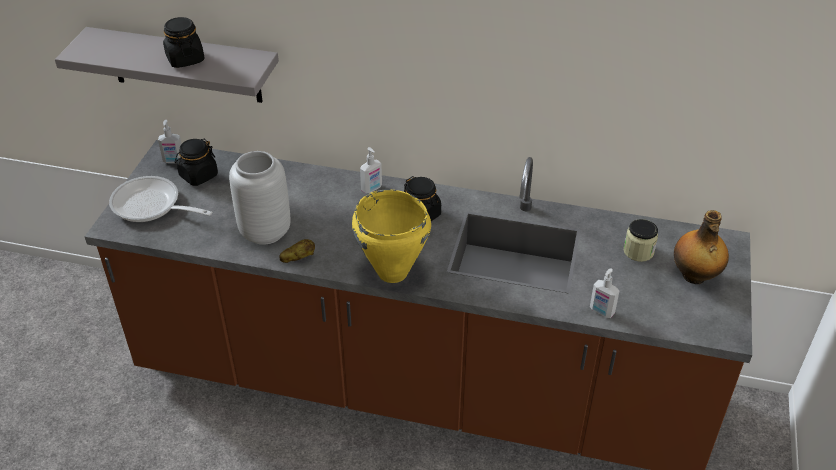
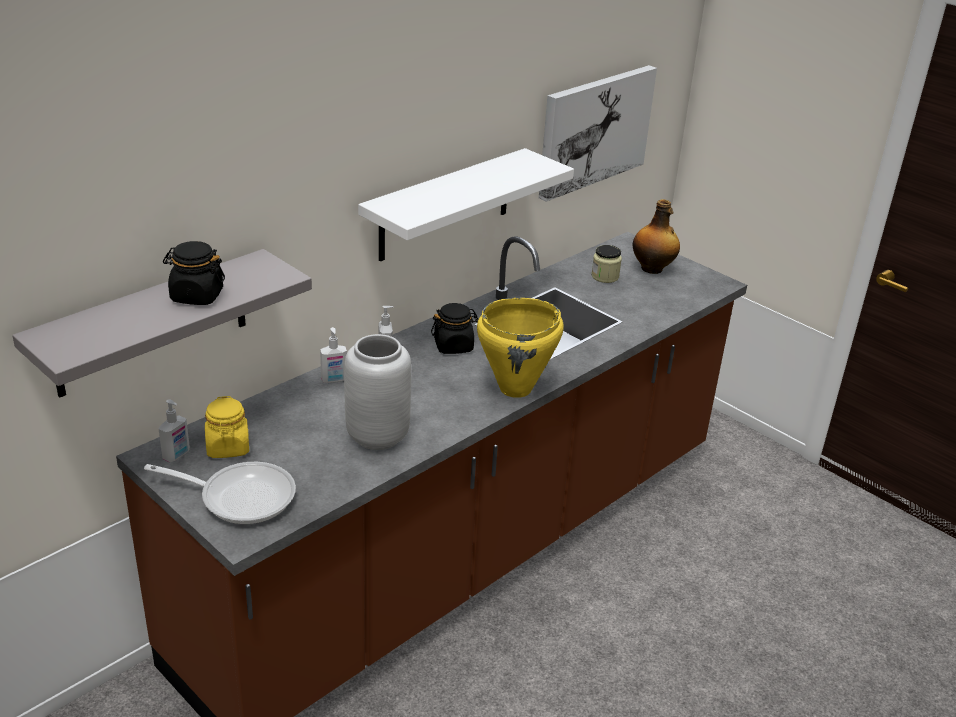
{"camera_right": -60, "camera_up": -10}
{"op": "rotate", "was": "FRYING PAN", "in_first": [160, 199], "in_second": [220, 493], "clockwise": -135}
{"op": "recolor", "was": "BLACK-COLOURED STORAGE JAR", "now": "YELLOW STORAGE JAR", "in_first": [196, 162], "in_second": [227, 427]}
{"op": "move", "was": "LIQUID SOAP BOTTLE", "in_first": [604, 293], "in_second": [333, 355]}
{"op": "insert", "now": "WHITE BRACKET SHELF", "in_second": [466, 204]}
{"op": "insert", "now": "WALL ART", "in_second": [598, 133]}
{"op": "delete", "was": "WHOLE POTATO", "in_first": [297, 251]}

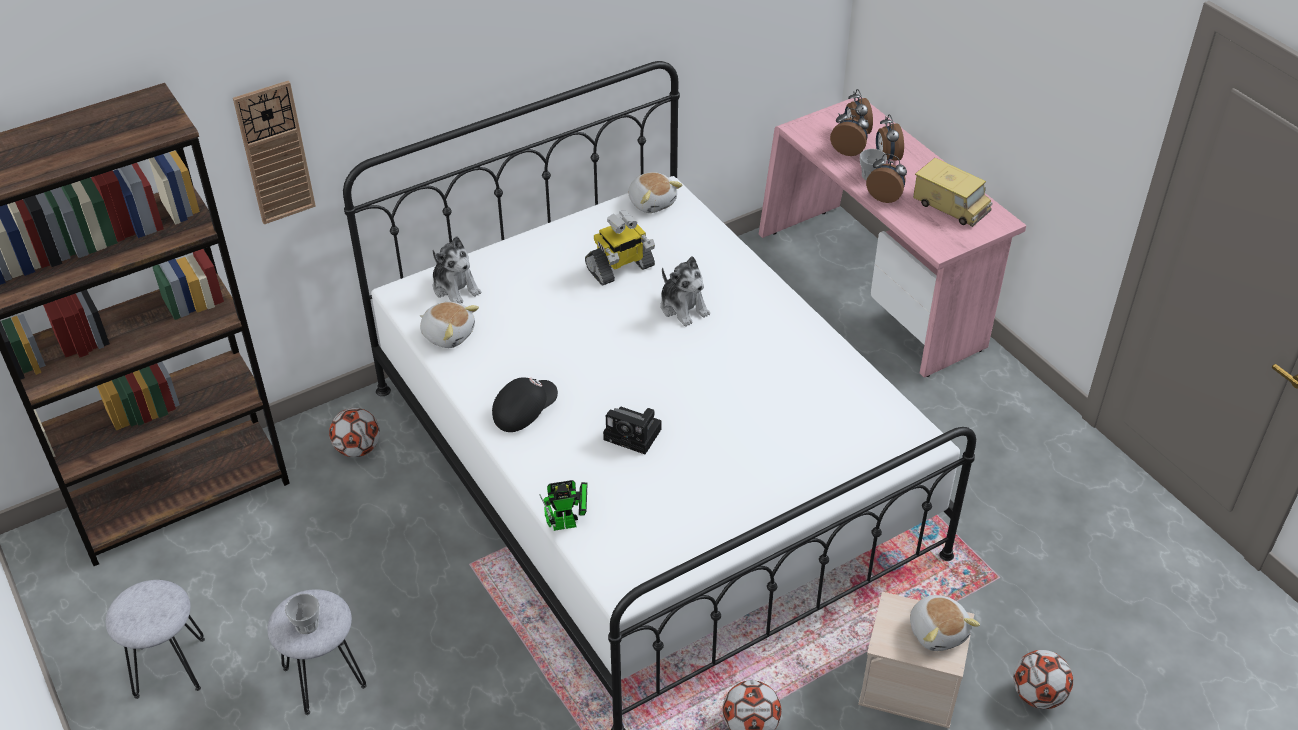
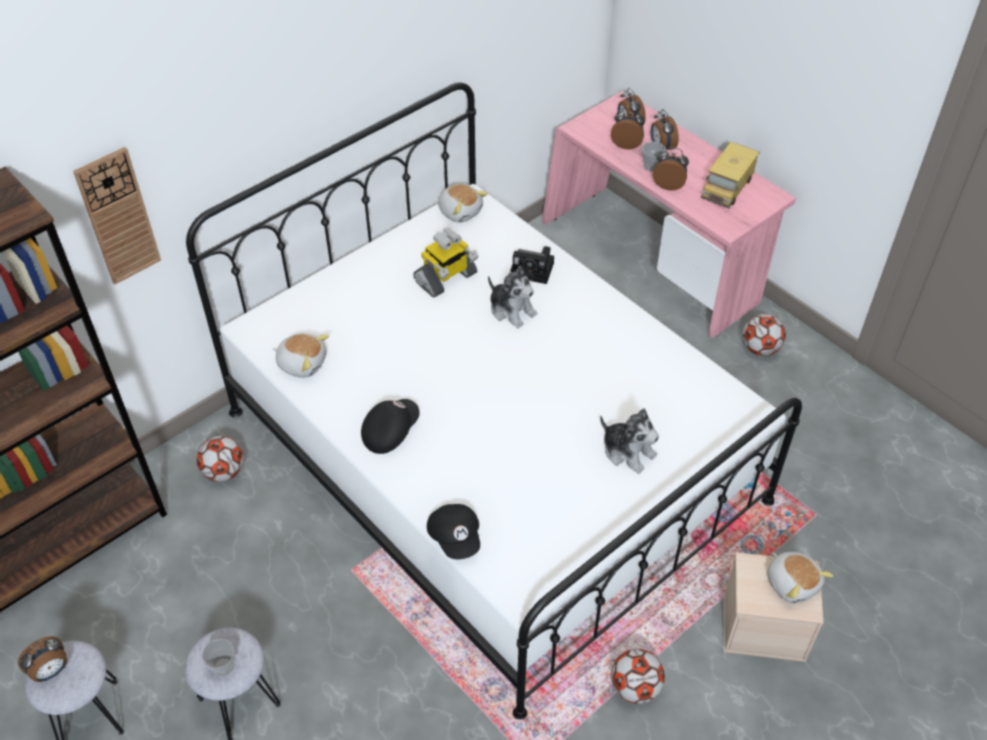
{"camera_right": -10, "camera_up": 5}
{"op": "insert", "now": "ALARM CLOCK", "in_second": [42, 659]}
{"op": "replace", "was": "ROBOT FIGURE", "now": "BLACK-COLOURED PEAKED CAP", "in_first": [564, 505], "in_second": [453, 531]}
{"op": "move", "was": "PHOTO CAMERA", "in_first": [632, 430], "in_second": [532, 265]}
{"op": "move", "was": "CUDDLY TOY", "in_first": [457, 270], "in_second": [629, 441]}
{"op": "rotate", "was": "MODEL TRUCK", "in_first": [952, 192], "in_second": [730, 175], "clockwise": 90}
{"op": "move", "was": "BALL FOR FOOTBALL", "in_first": [1043, 679], "in_second": [764, 335]}

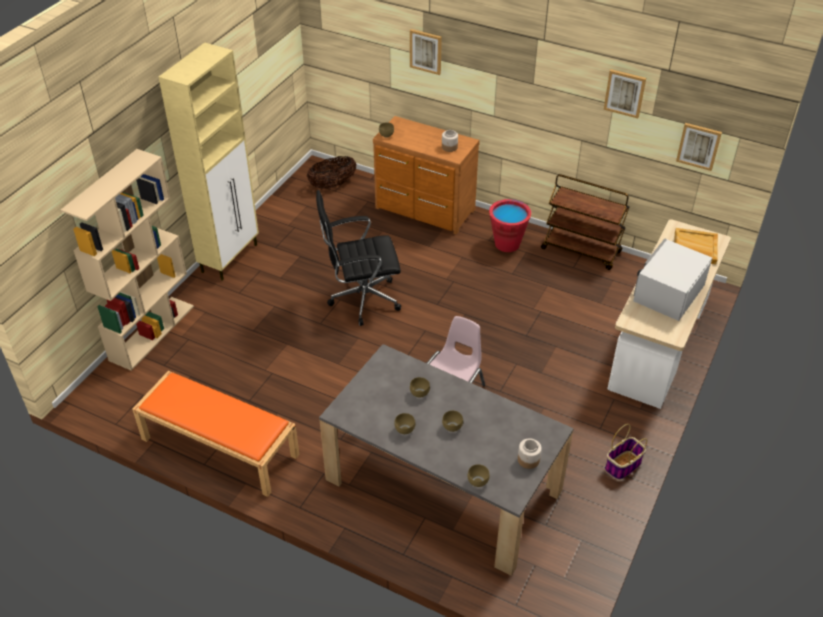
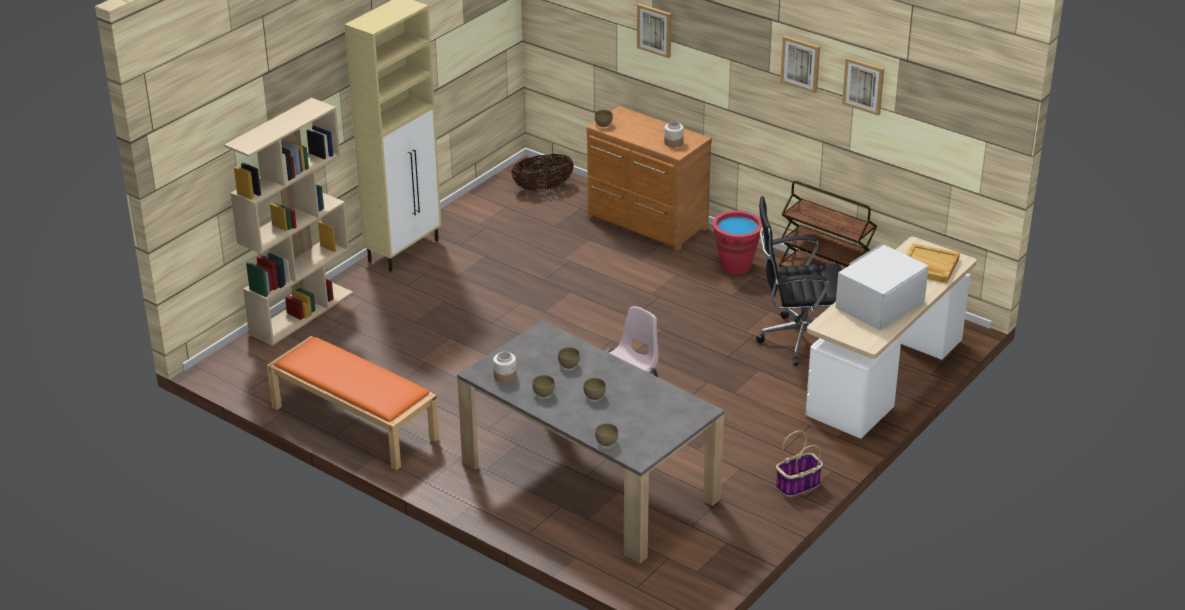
{"camera_right": 10, "camera_up": -10}
{"op": "move", "was": "STORAGE JAR", "in_first": [530, 453], "in_second": [505, 367]}
{"op": "move", "was": "BLACK-COLOURED DESK CHAIR", "in_first": [358, 258], "in_second": [799, 281]}
{"op": "move", "was": "WALL ART", "in_first": [699, 147], "in_second": [800, 64]}

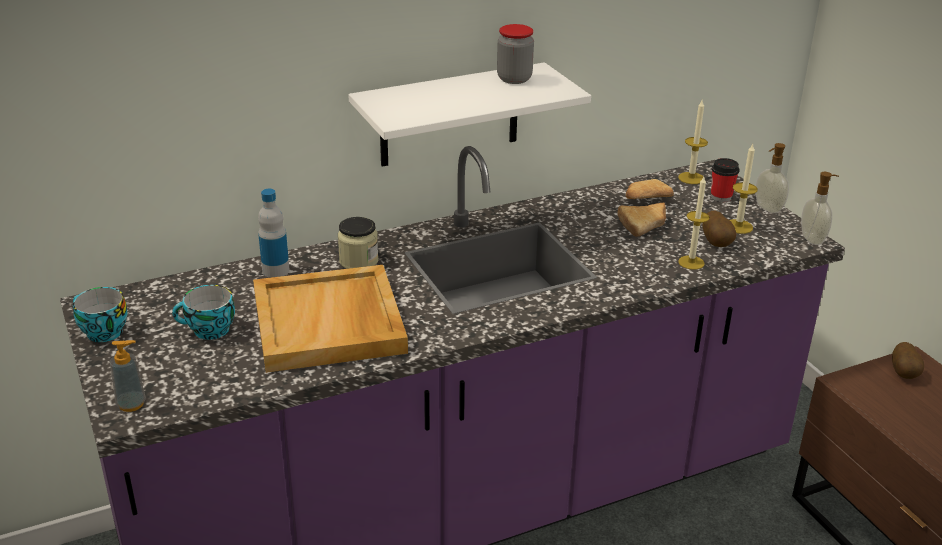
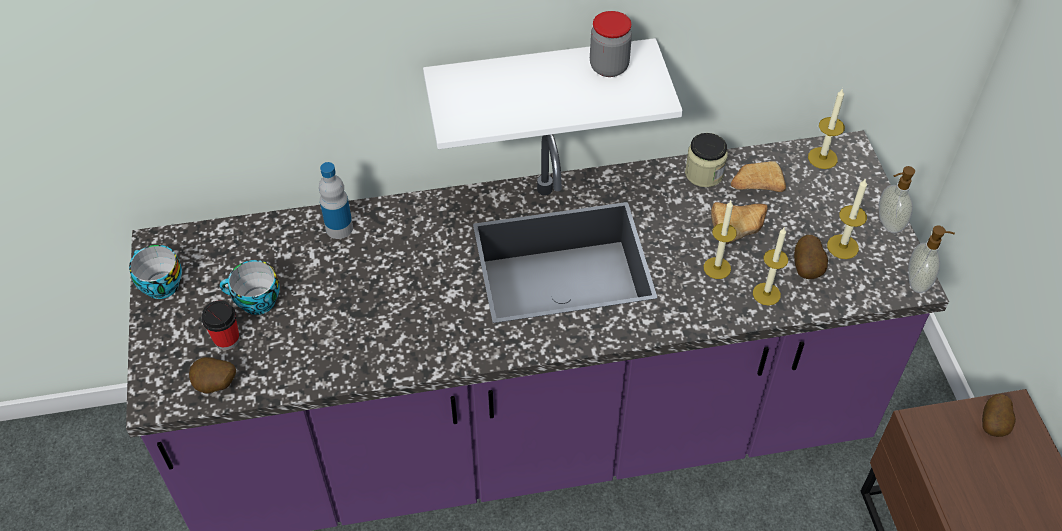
{"camera_right": 15, "camera_up": 20}
{"op": "insert", "now": "WHOLE POTATO", "in_second": [212, 375]}
{"op": "move", "was": "SMALL CUP", "in_first": [725, 180], "in_second": [221, 325]}
{"op": "move", "was": "STORAGE JAR", "in_first": [358, 243], "in_second": [706, 160]}
{"op": "insert", "now": "CANDLE", "in_second": [720, 240]}
{"op": "delete", "was": "LIQUID SOAP BOTTLE", "in_first": [128, 376]}
{"op": "delete", "was": "BEIGE CARRYING TRAY", "in_first": [330, 319]}

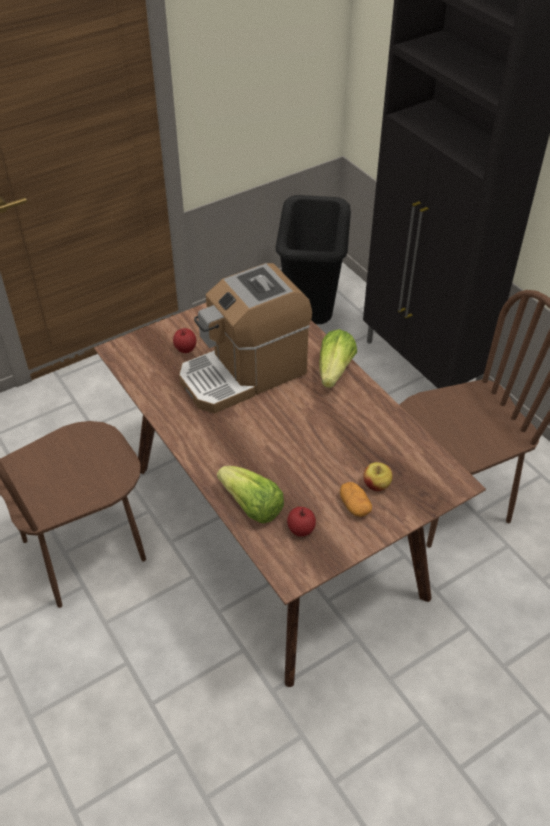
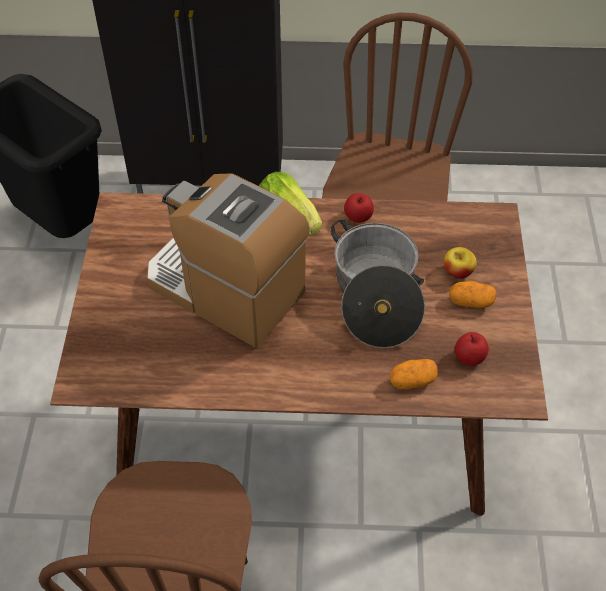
{"camera_right": -55, "camera_up": 5}
{"op": "rotate", "was": "COFFEE MACHINE", "in_first": [245, 338], "in_second": [228, 260], "clockwise": 120}
{"op": "insert", "now": "STOCKPOT", "in_second": [378, 283]}
{"op": "move", "was": "APPLE FRUIT", "in_first": [184, 340], "in_second": [359, 208]}
{"op": "replace", "was": "HEAD OF LETTUCE", "now": "WHOLE POTATO", "in_first": [250, 494], "in_second": [413, 374]}

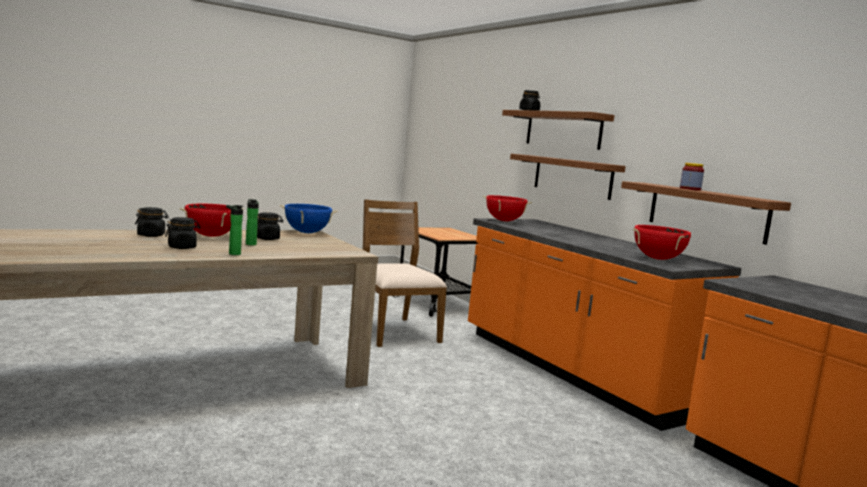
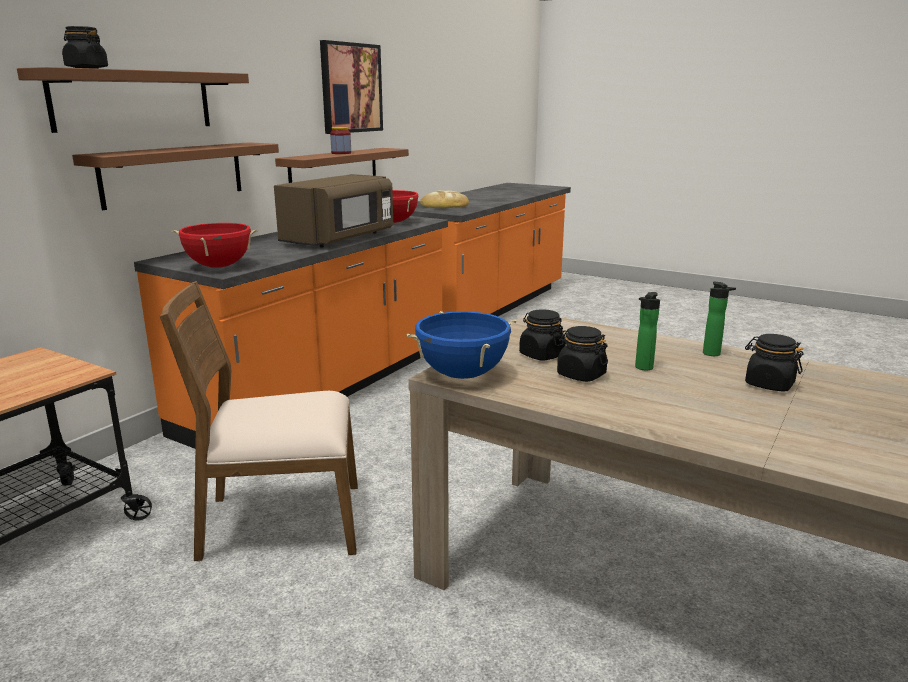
{"camera_right": -115, "camera_up": 10}
{"op": "rotate", "was": "BROWNISH CHAIR", "in_first": [405, 273], "in_second": [259, 421], "clockwise": 45}
{"op": "insert", "now": "BROWNISH KITCHEN MICROWAVE", "in_second": [333, 210]}
{"op": "insert", "now": "WALL ART", "in_second": [351, 87]}
{"op": "insert", "now": "BAKERY BREAD", "in_second": [444, 199]}
{"op": "move", "was": "BLACK-COLOURED STORAGE JAR", "in_first": [152, 222], "in_second": [542, 335]}
{"op": "delete", "was": "RED-COLOURED STOCKPOT", "in_first": [211, 220]}

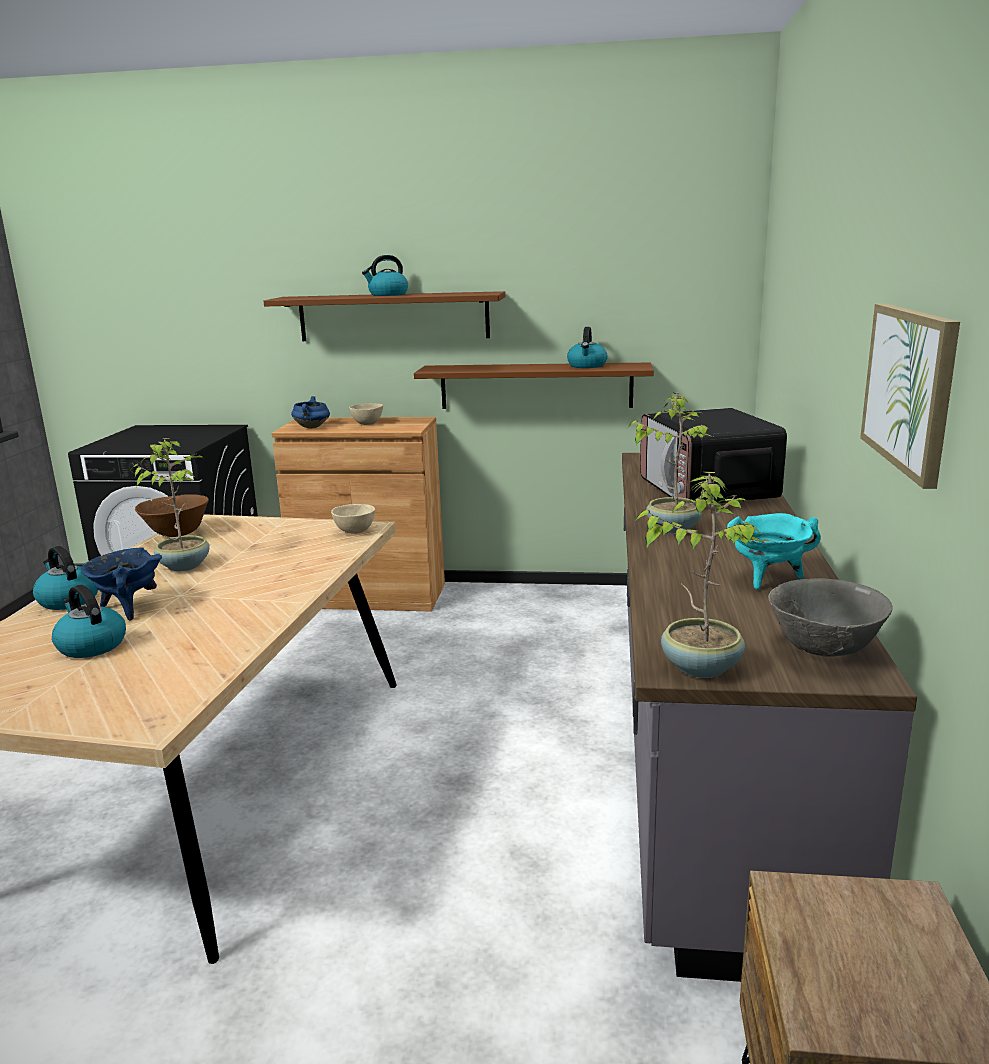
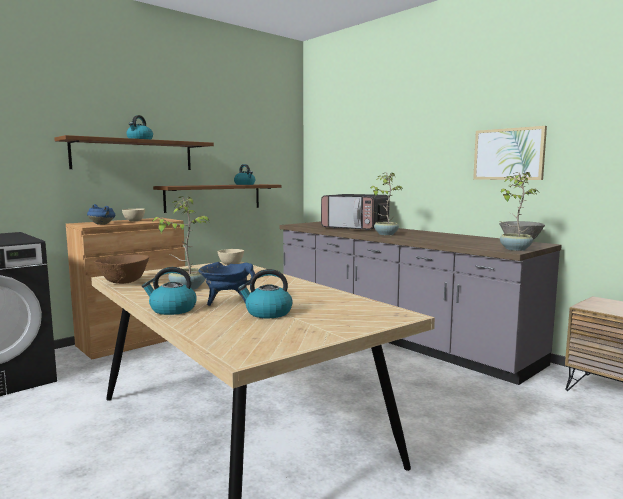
{"camera_right": -50, "camera_up": -10}
{"op": "delete", "was": "TURQUOISE-COLOURED STOCKPOT", "in_first": [774, 551]}

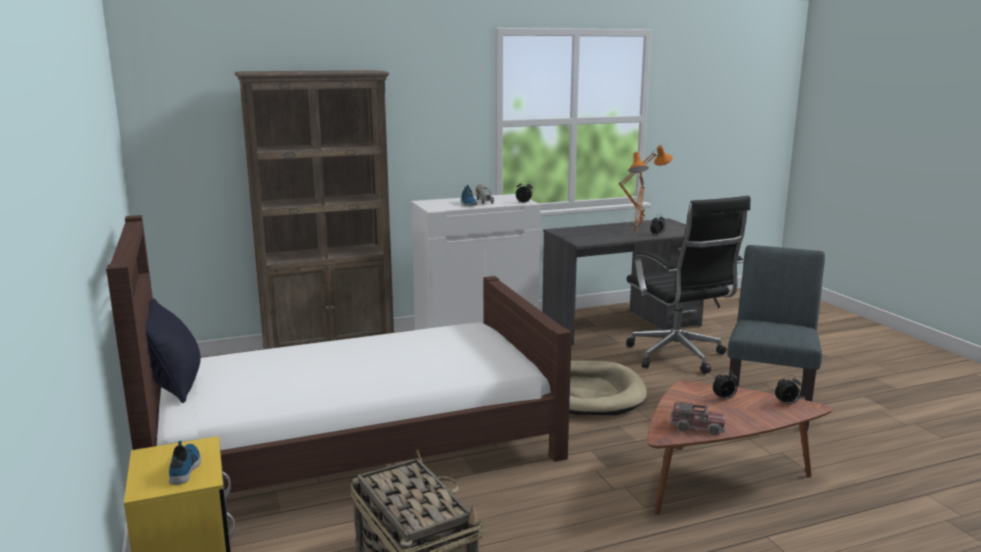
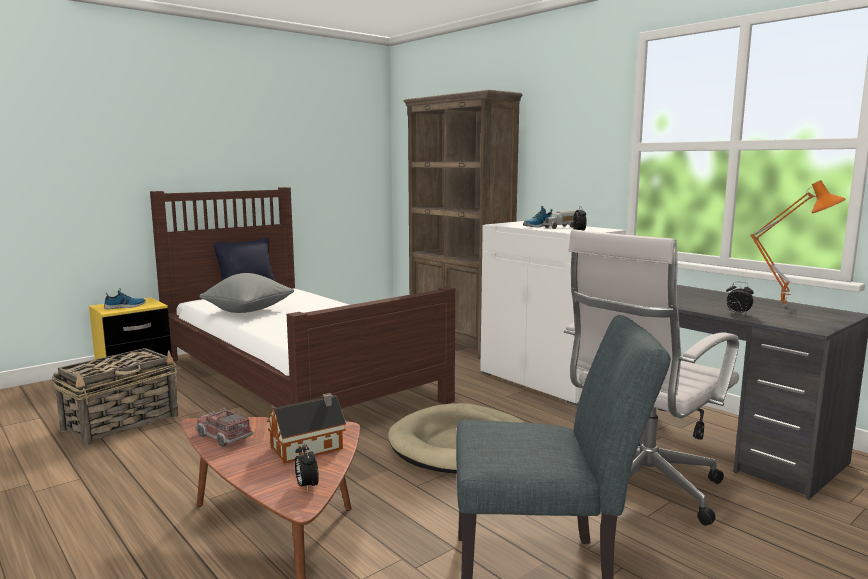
{"camera_right": 70, "camera_up": -5}
{"op": "rotate", "was": "MODEL TRUCK", "in_first": [697, 418], "in_second": [224, 427], "clockwise": 135}
{"op": "insert", "now": "GRAY THROW PILLOW", "in_second": [246, 293]}
{"op": "replace", "was": "ALARM CLOCK", "now": "TOY HOUSE", "in_first": [725, 384], "in_second": [306, 428]}
{"op": "recolor", "was": "BLACK-COLOURED DESK CHAIR", "now": "WHITE DESK CHAIR", "in_first": [688, 285], "in_second": [651, 377]}
{"op": "delete", "was": "ORANGE-COLOURED LAMP FOR A TABLE", "in_first": [638, 192]}

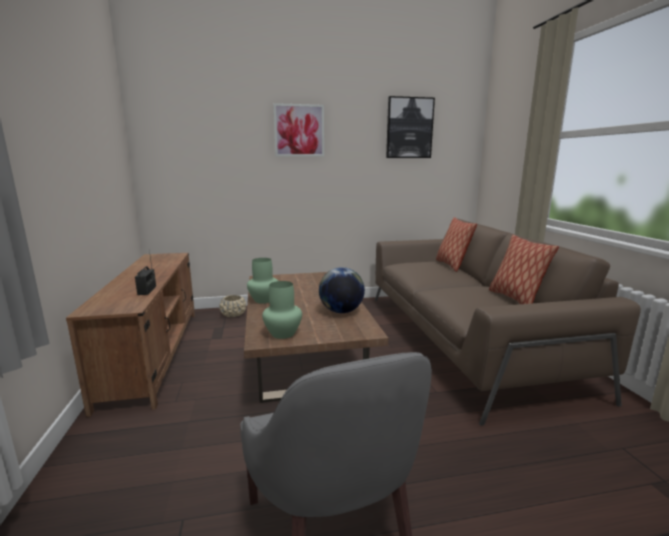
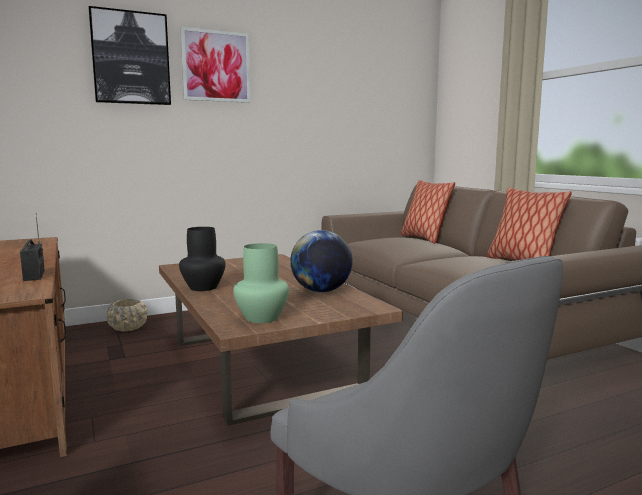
{"camera_right": -15, "camera_up": -5}
{"op": "move", "was": "WALL ART", "in_first": [410, 127], "in_second": [130, 55]}
{"op": "recolor", "was": "GREENISH VASE", "now": "BLACK-COLOURED VASE", "in_first": [262, 281], "in_second": [202, 259]}

